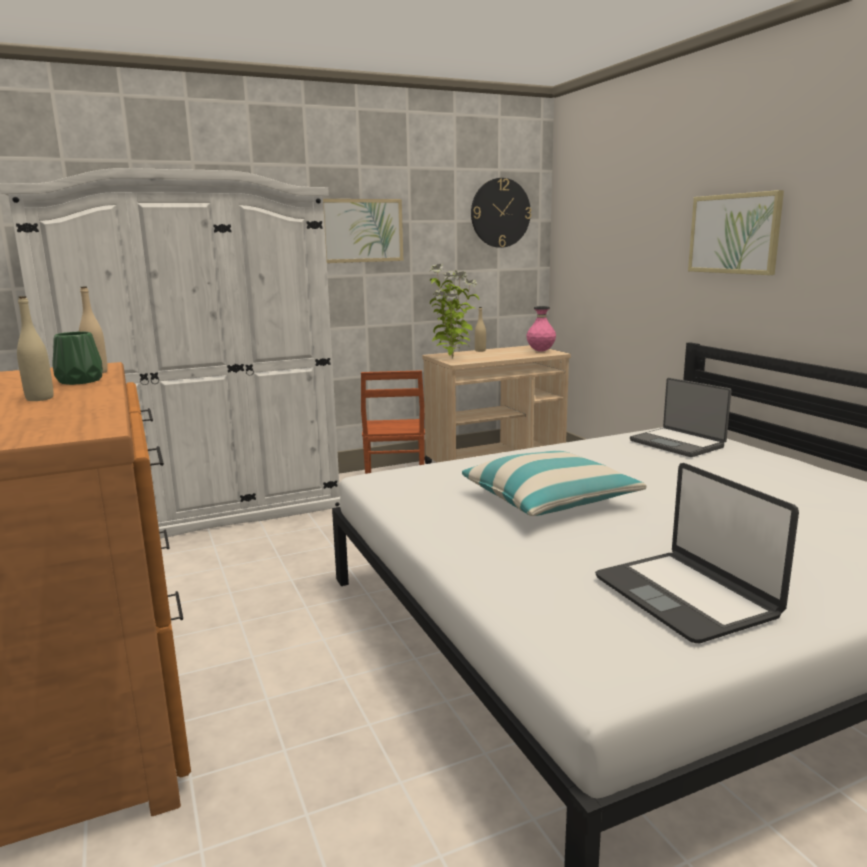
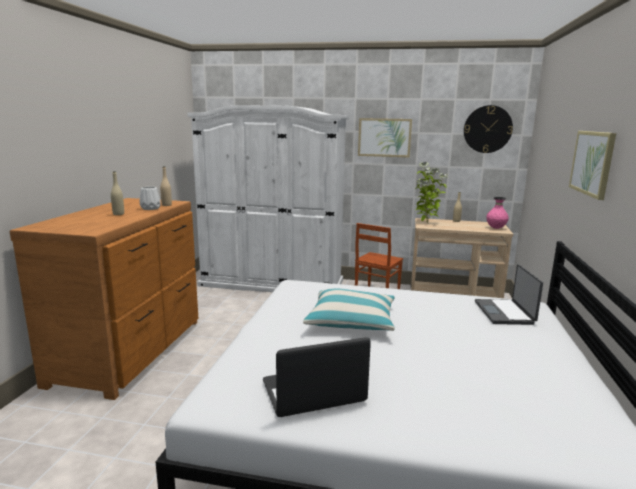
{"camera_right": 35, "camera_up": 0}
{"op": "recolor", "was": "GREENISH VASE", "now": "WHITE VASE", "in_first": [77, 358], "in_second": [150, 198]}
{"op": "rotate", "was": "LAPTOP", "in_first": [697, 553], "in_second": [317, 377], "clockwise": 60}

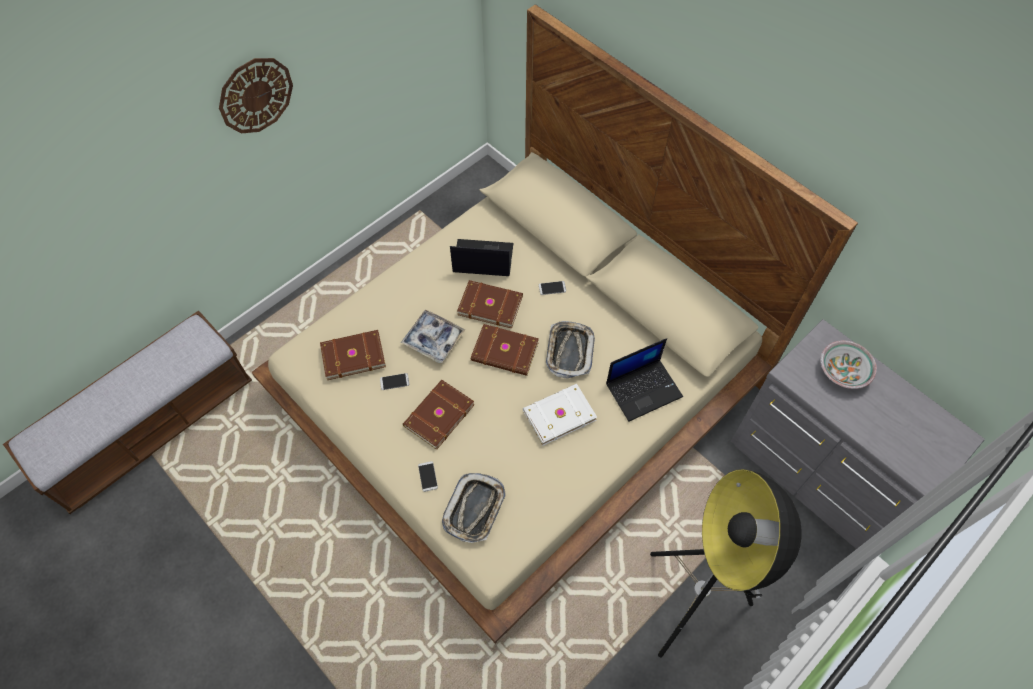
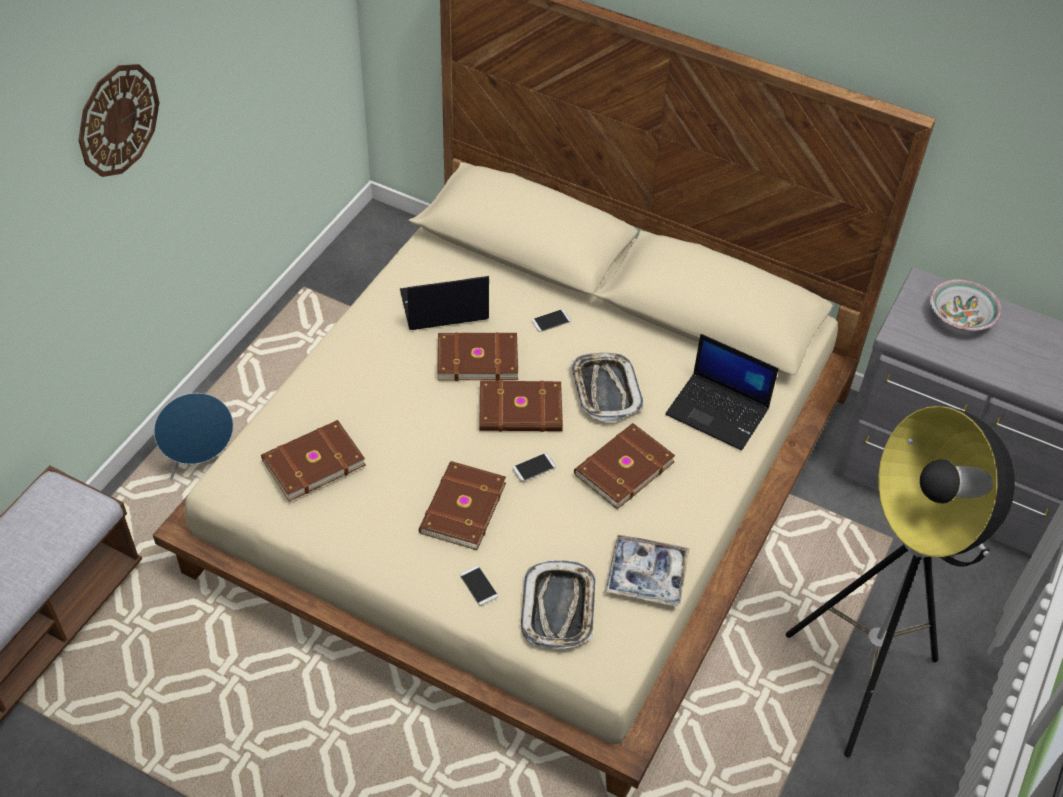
{"camera_right": -20, "camera_up": -10}
{"op": "insert", "now": "BLUE-COLOURED LOUDSPEAKER", "in_second": [193, 436]}
{"op": "move", "was": "HANDSET", "in_first": [394, 381], "in_second": [534, 467]}
{"op": "recolor", "was": "WHITE BOOK", "now": "BROWNISH BOOK", "in_first": [560, 415], "in_second": [625, 466]}
{"op": "move", "was": "CARRYING TRAY", "in_first": [433, 336], "in_second": [647, 570]}
{"op": "rotate", "was": "LAPTOP", "in_first": [644, 379], "in_second": [722, 392], "clockwise": 75}

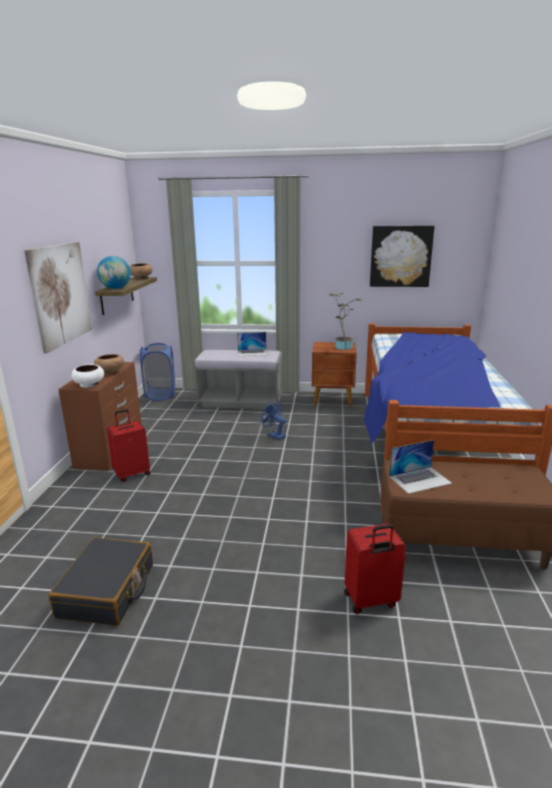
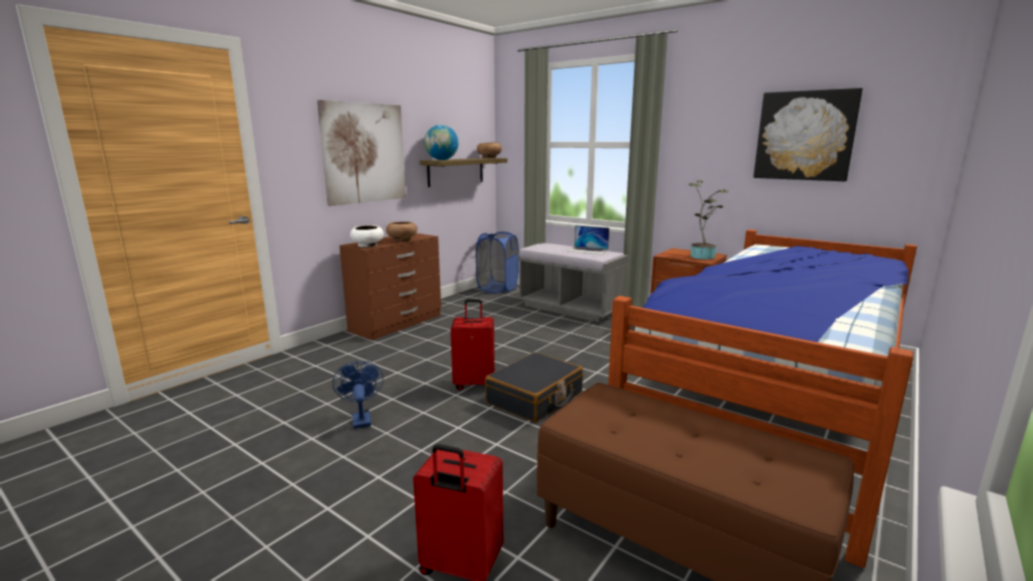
{"camera_right": 30, "camera_up": -5}
{"op": "move", "was": "BLUE-COLOURED ELECTRIC FAN", "in_first": [274, 420], "in_second": [357, 394]}
{"op": "move", "was": "RED-COLOURED PIECE OF LUGGAGE", "in_first": [129, 445], "in_second": [472, 345]}
{"op": "move", "was": "BLACK-COLOURED PIECE OF LUGGAGE", "in_first": [100, 581], "in_second": [534, 387]}
{"op": "delete", "was": "LAPTOP", "in_first": [420, 467]}

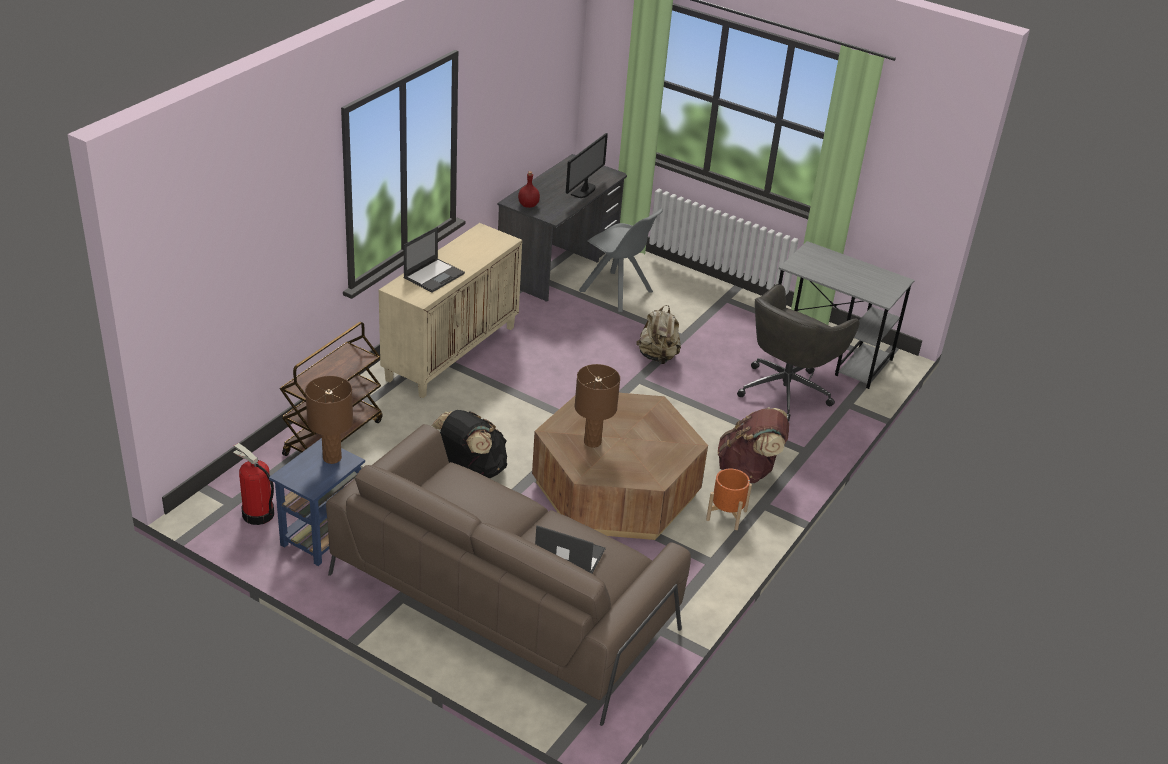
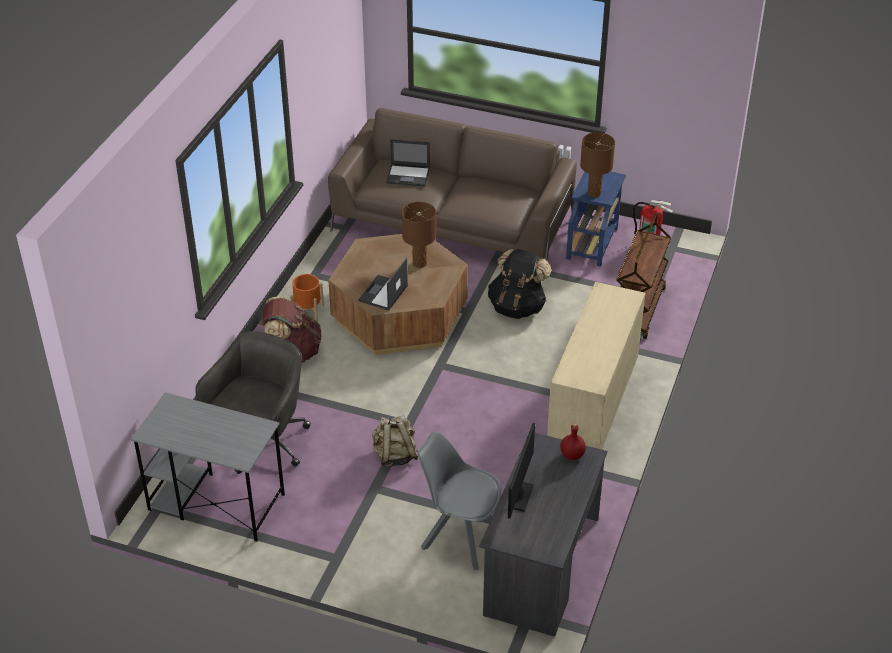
{"camera_right": 170, "camera_up": 5}
{"op": "move", "was": "LAPTOP", "in_first": [434, 260], "in_second": [383, 284]}

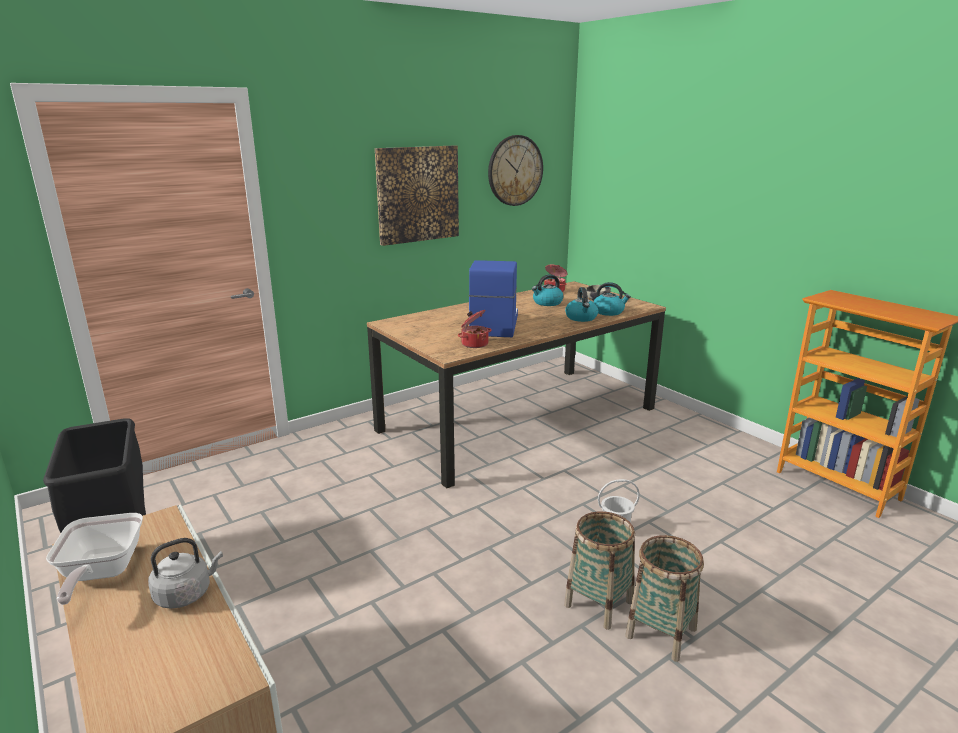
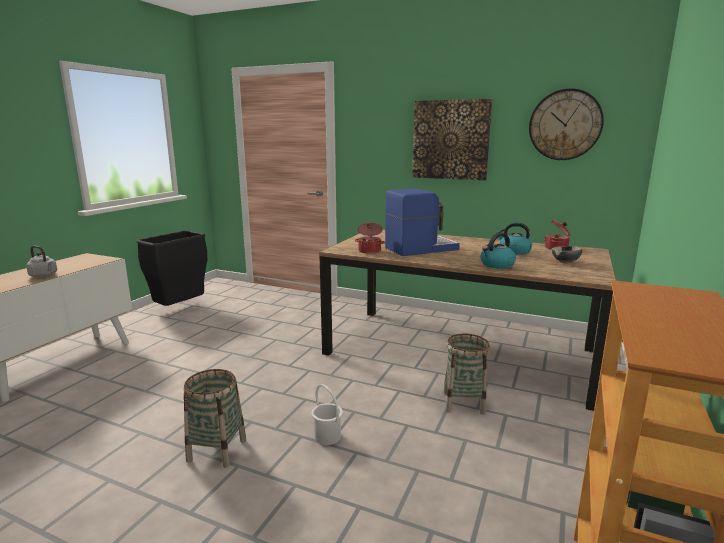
{"camera_right": 60, "camera_up": -5}
{"op": "move", "was": "BASKET", "in_first": [664, 598], "in_second": [467, 374]}
{"op": "delete", "was": "FRYING PAN", "in_first": [94, 559]}
{"op": "delete", "was": "KETTLE", "in_first": [612, 299]}

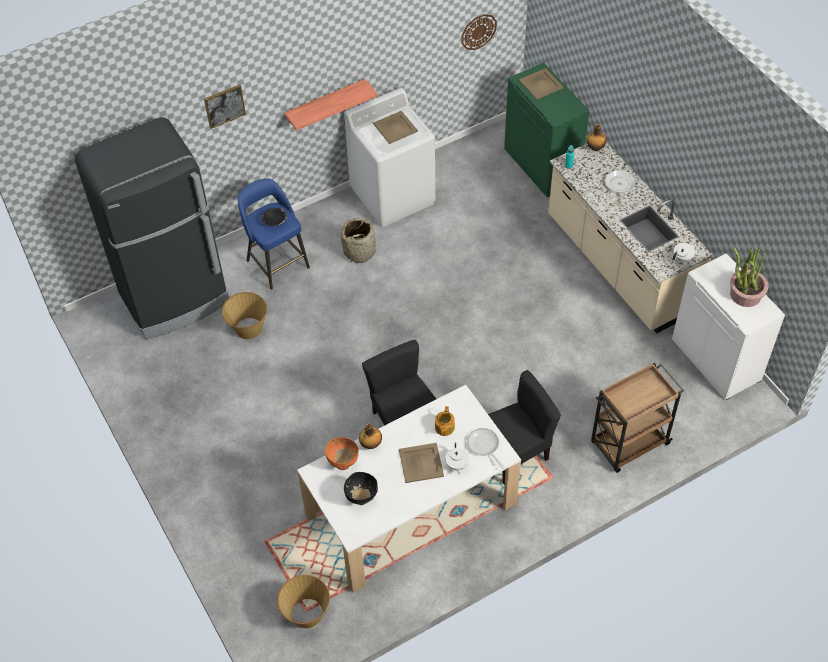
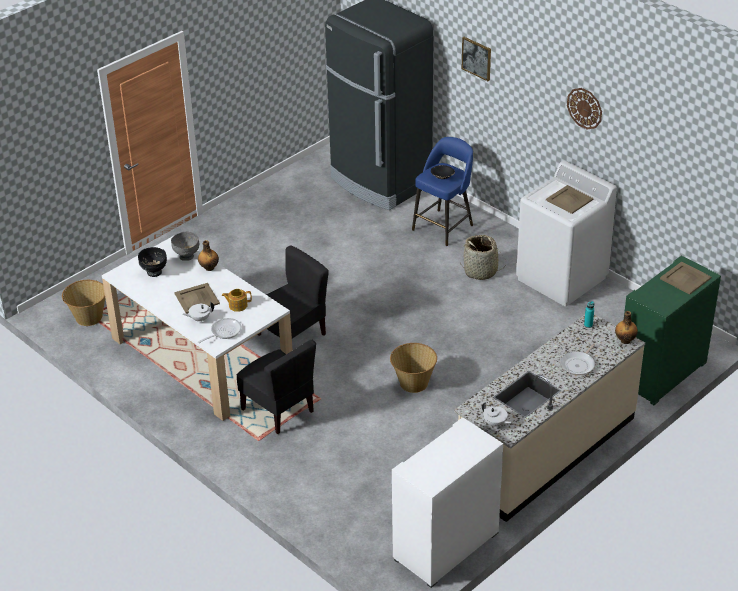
{"camera_right": 75, "camera_up": -15}
{"op": "recolor", "was": "ORANGE-COLOURED BOWL", "now": "GRAY BOWL", "in_first": [342, 453], "in_second": [185, 246]}
{"op": "move", "was": "BASKET", "in_first": [244, 315], "in_second": [413, 368]}
{"op": "rotate", "was": "FRYING PAN", "in_first": [620, 188], "in_second": [577, 359], "clockwise": 135}
{"op": "move", "was": "HANGING CLOCK", "in_first": [479, 32], "in_second": [584, 108]}
{"op": "delete", "was": "BRACKET SHELF", "in_first": [331, 105]}
{"op": "delete", "was": "BROWNISH TROLLEY", "in_first": [637, 417]}
{"op": "delete", "was": "POTTED PLANT", "in_first": [749, 276]}

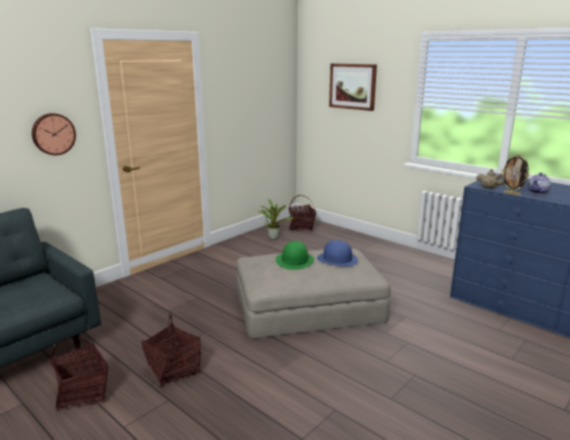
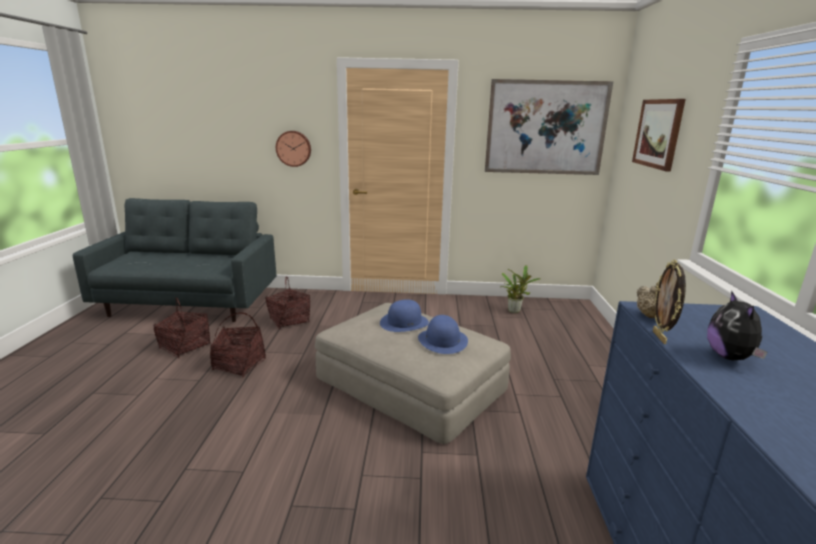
{"camera_right": 50, "camera_up": 0}
{"op": "move", "was": "BASKET", "in_first": [302, 213], "in_second": [287, 303]}
{"op": "recolor", "was": "GREENISH CLOTHING HAT", "now": "BLUE-COLOURED CLOTHING HAT", "in_first": [295, 255], "in_second": [404, 315]}
{"op": "insert", "now": "WALL ART", "in_second": [549, 127]}
{"op": "replace", "was": "TEAPOT", "now": "CUDDLY TOY", "in_first": [539, 183], "in_second": [737, 325]}

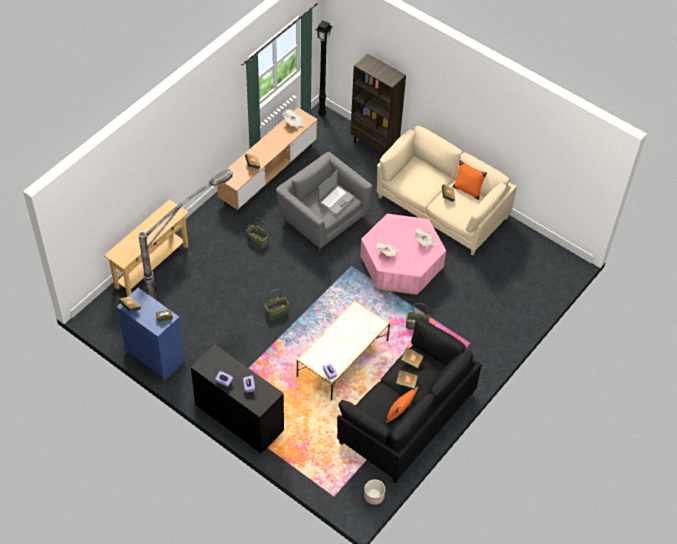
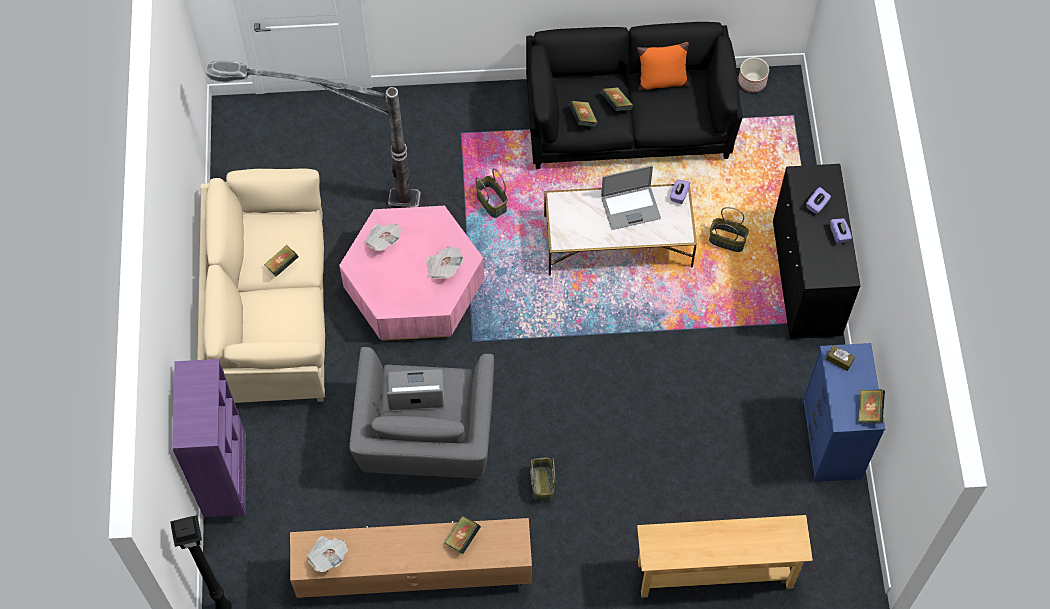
{"camera_right": -130, "camera_up": 10}
{"op": "recolor", "was": "BROWNISH BOOKSHELF", "now": "PURPLE BOOKSHELF", "in_first": [378, 104], "in_second": [209, 438]}
{"op": "move", "was": "FLOOR LAMP", "in_first": [185, 235], "in_second": [313, 134]}
{"op": "insert", "now": "LAPTOP", "in_second": [631, 198]}
{"op": "move", "was": "BASKET", "in_first": [277, 304], "in_second": [729, 229]}
{"op": "delete", "was": "ORANGE-COLOURED THROW PILLOW", "in_first": [469, 180]}

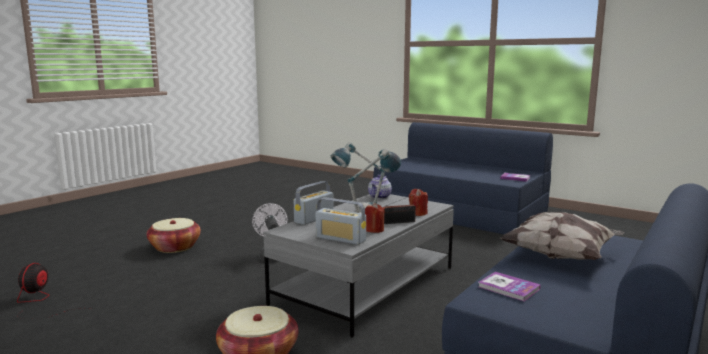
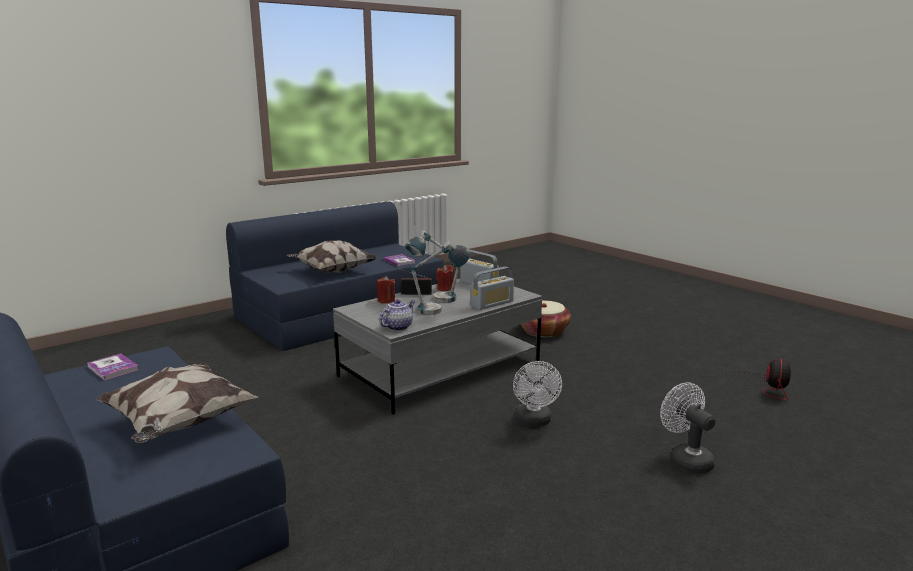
{"camera_right": -165, "camera_up": 5}
{"op": "insert", "now": "THROW PILLOW", "in_second": [177, 403]}
{"op": "replace", "was": "BASKET", "now": "WHITE ELECTRIC FAN", "in_first": [174, 235], "in_second": [688, 428]}

